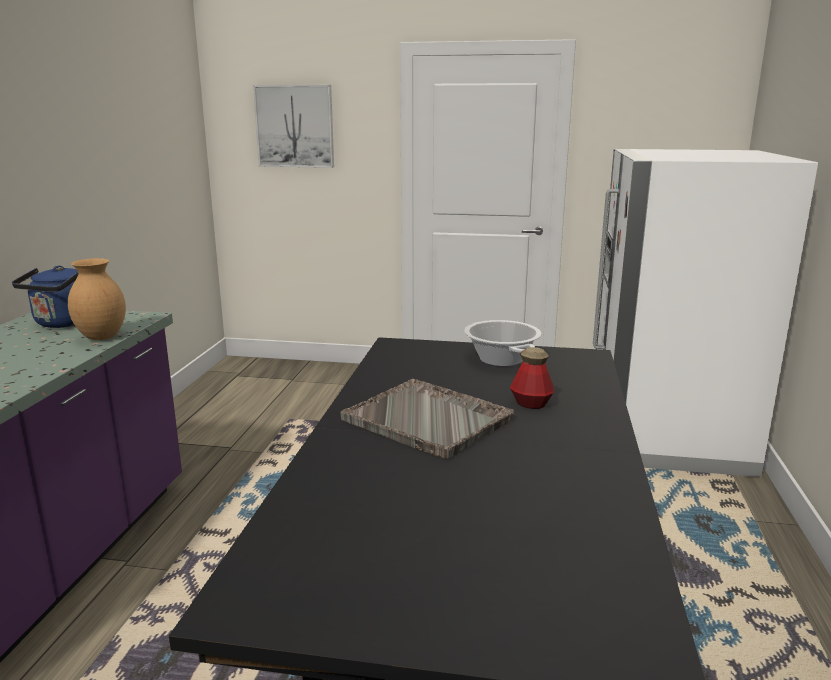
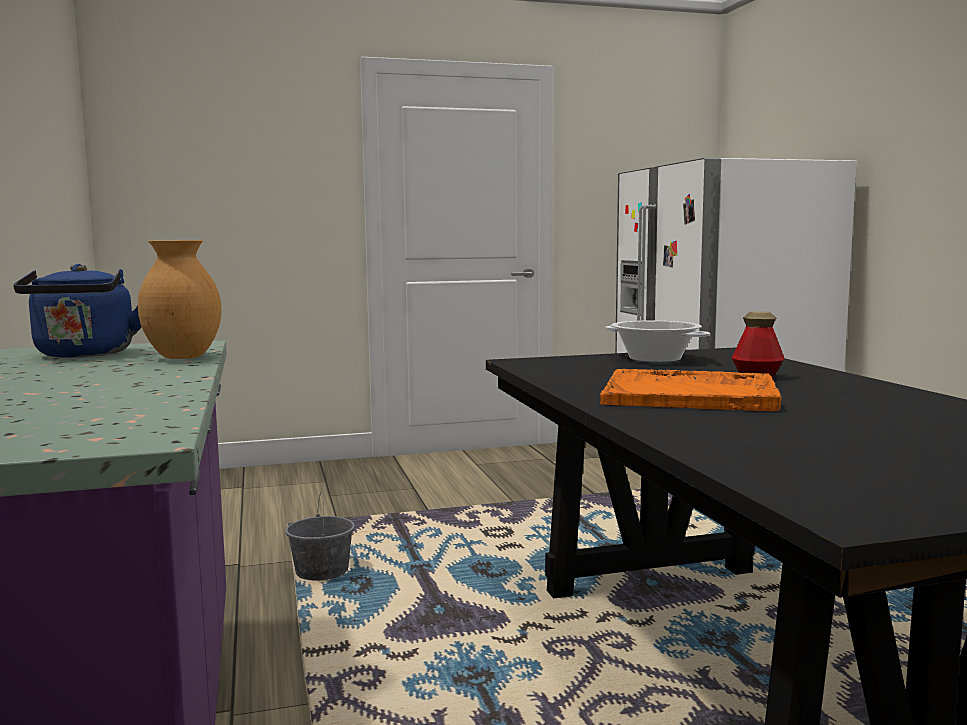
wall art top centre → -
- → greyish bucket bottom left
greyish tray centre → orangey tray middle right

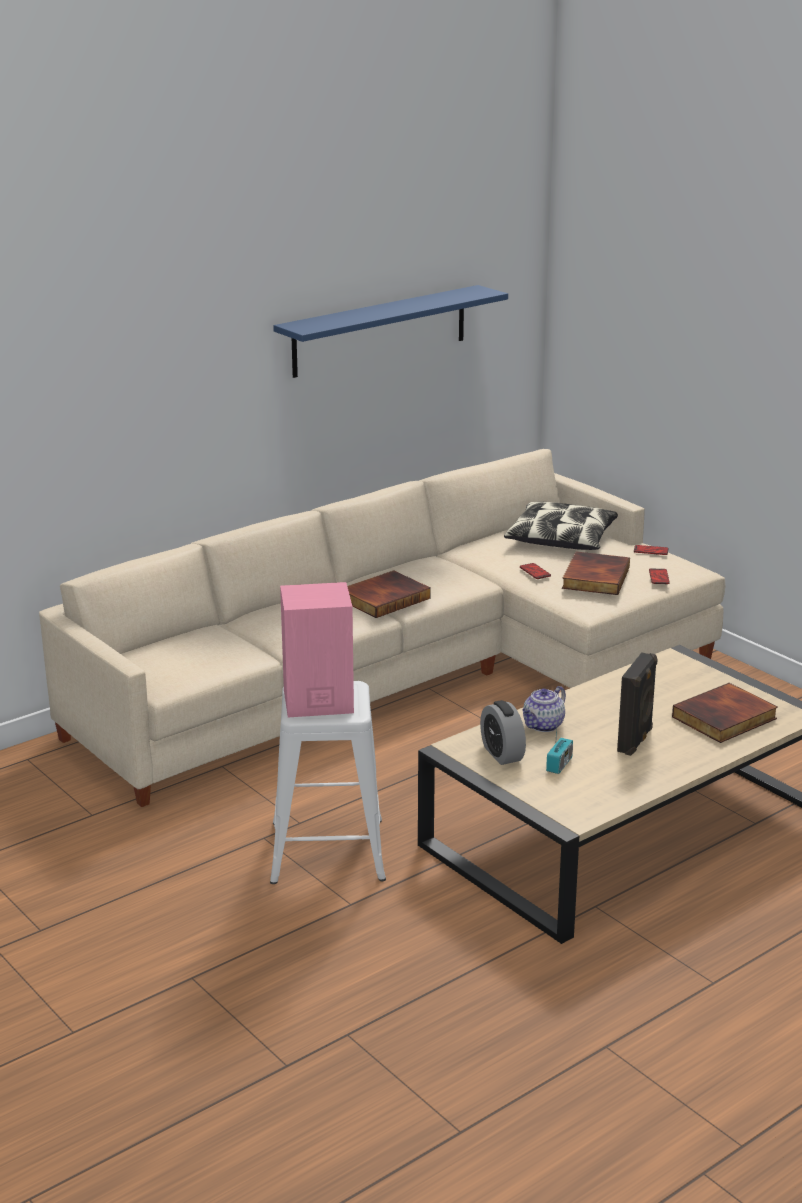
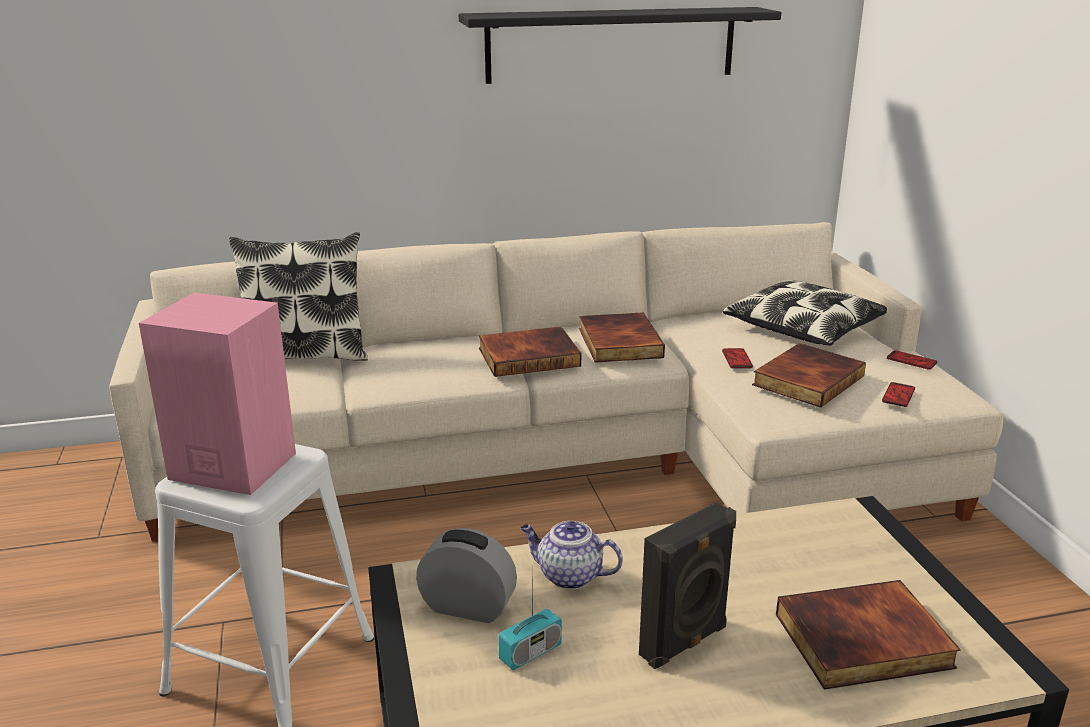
- → cushion (1st from left) middle left
- → volume (2nd from left) centre
blue bracket shelf top centre → black bracket shelf top centre
bedside clock centre → bedside clock bottom centre, 105 degrees clockwise
teapot middle right → teapot bottom centre, 45 degrees clockwise

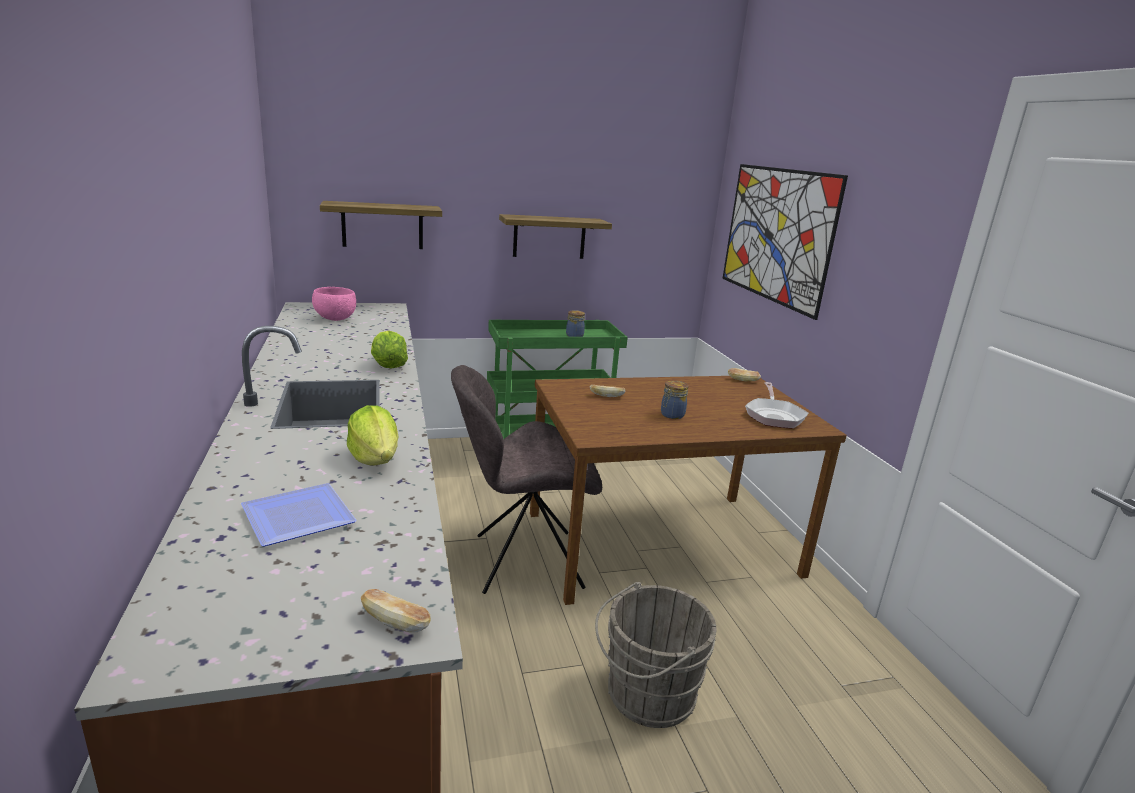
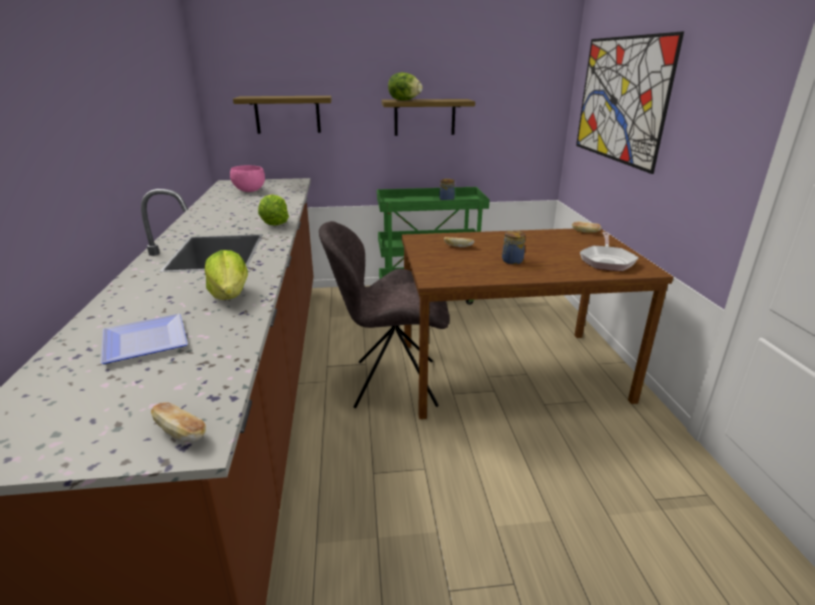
greyish bucket bottom centre → -
- → lettuce head (3rd from left) top centre

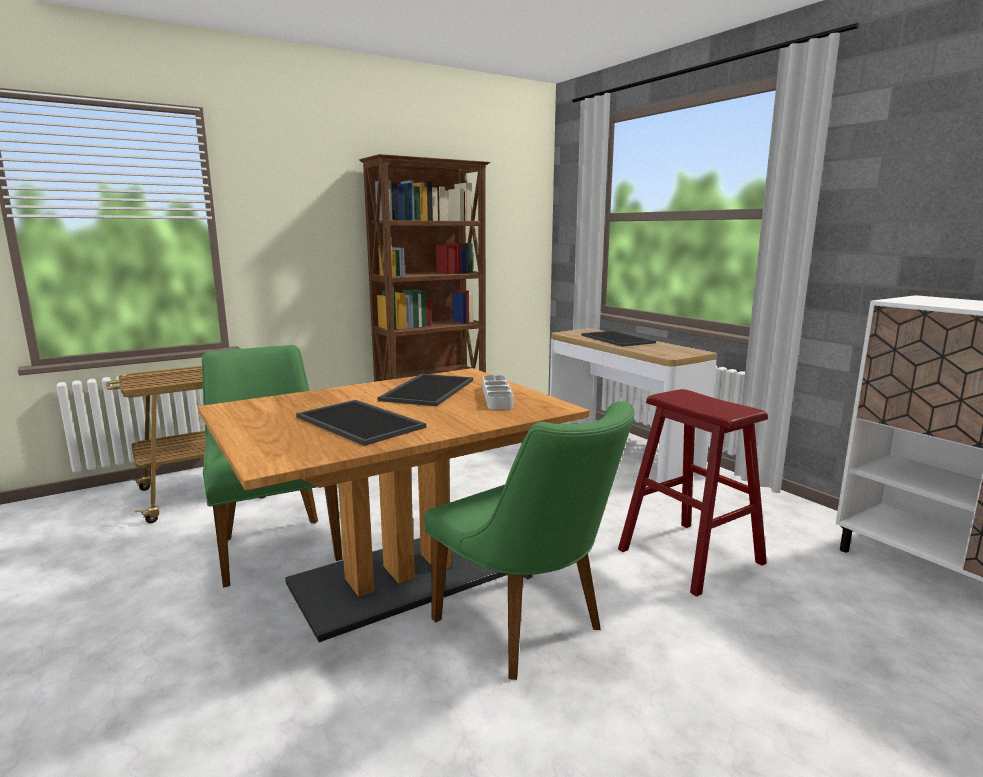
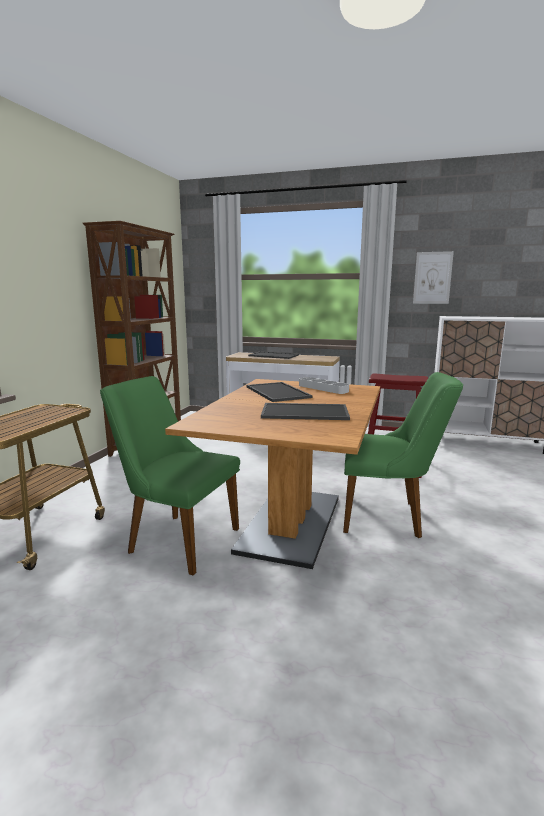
- → wall art middle right

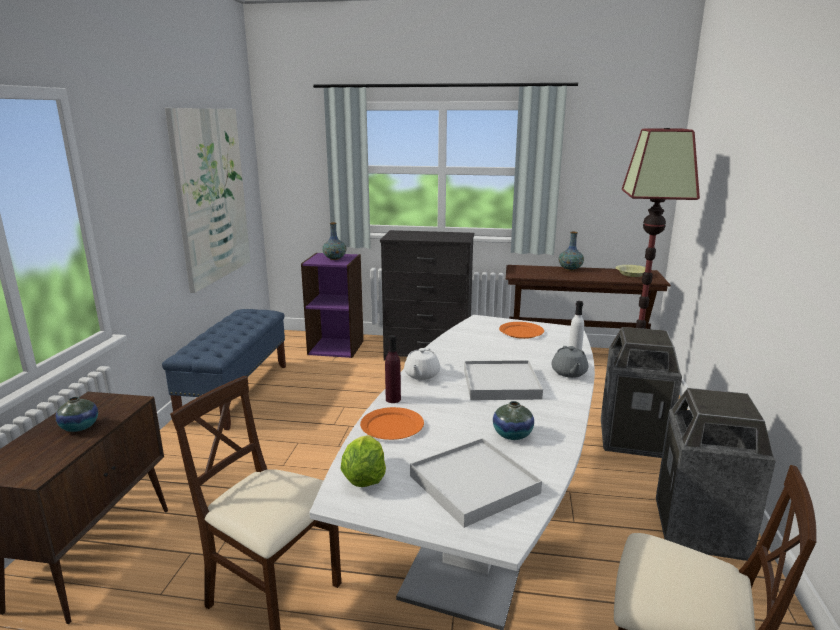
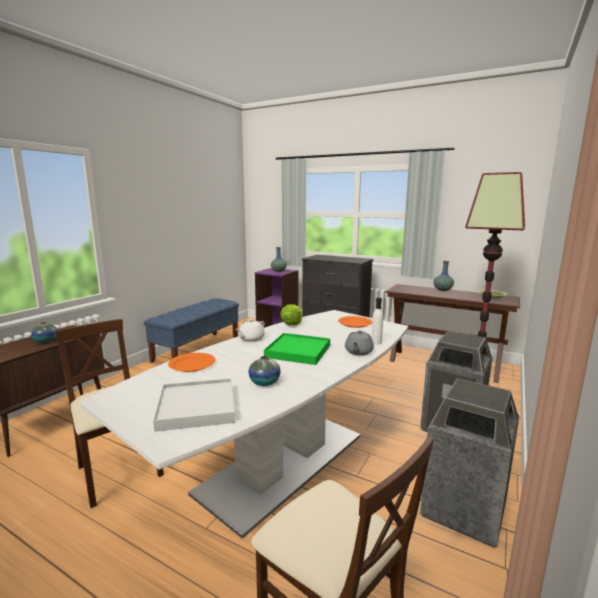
wall art top left → -
purple bottle centre → -
lettuce head bottom centre → lettuce head centre, move
white-coloured tray (2nd from left) centre → greenish tray centre

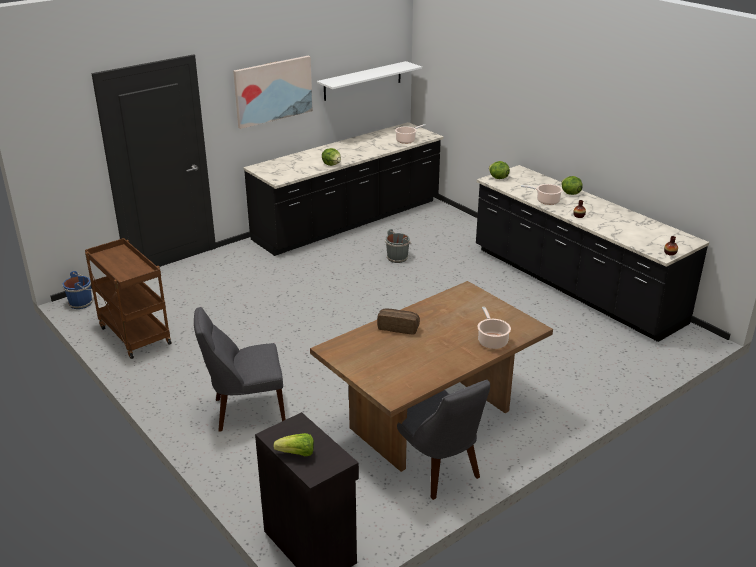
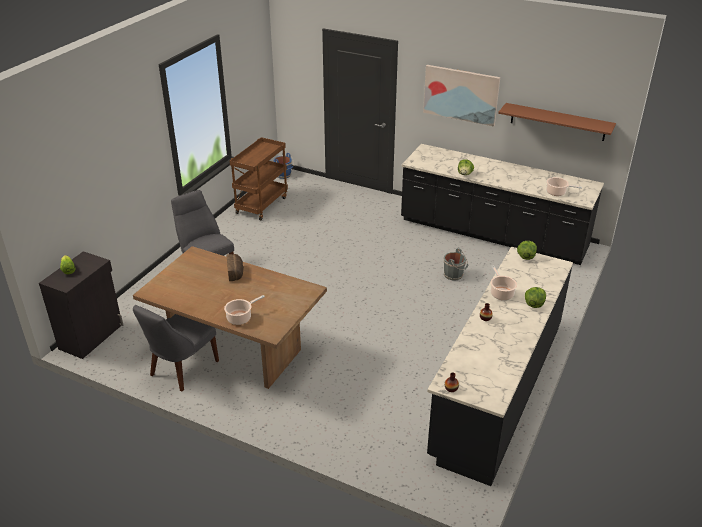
white-coloured bracket shelf top centre → brown bracket shelf top right

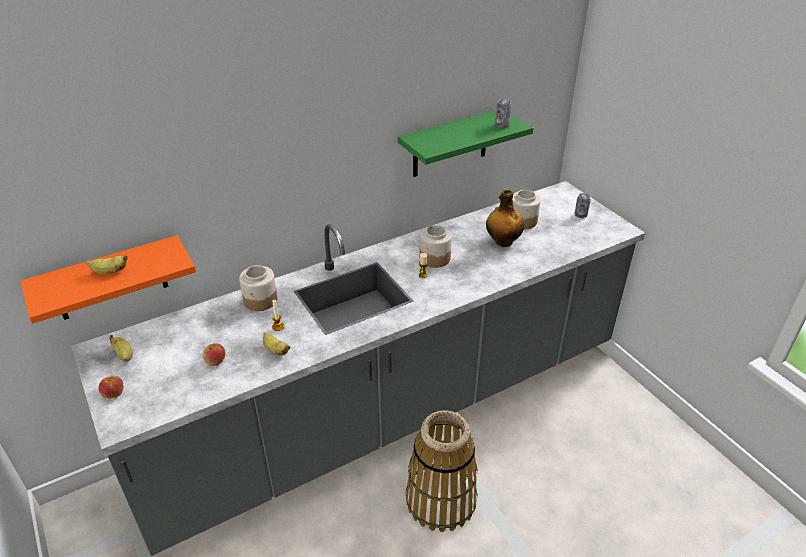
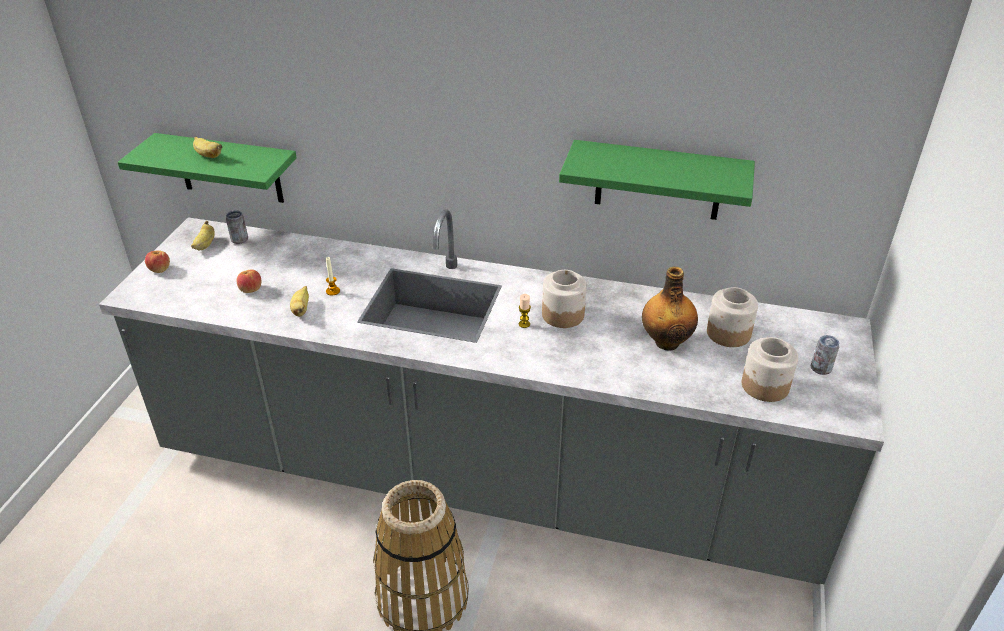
preserve jar (1st from left in the first image) middle left → preserve jar (3rd from left) middle right, move
sealed can (1st from left) top centre → sealed can (1st from left) middle left, move
orangey bracket shelf middle left → greenish bracket shelf (1st from left) top left

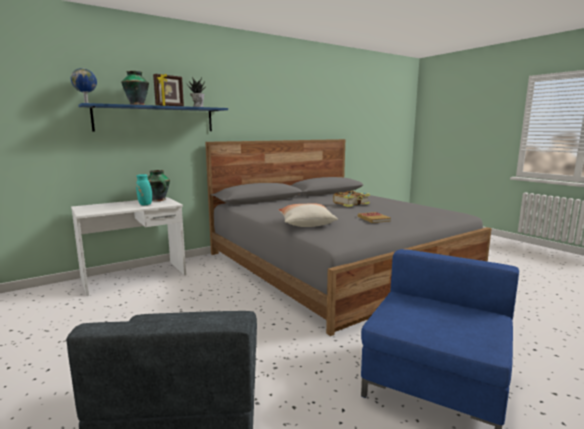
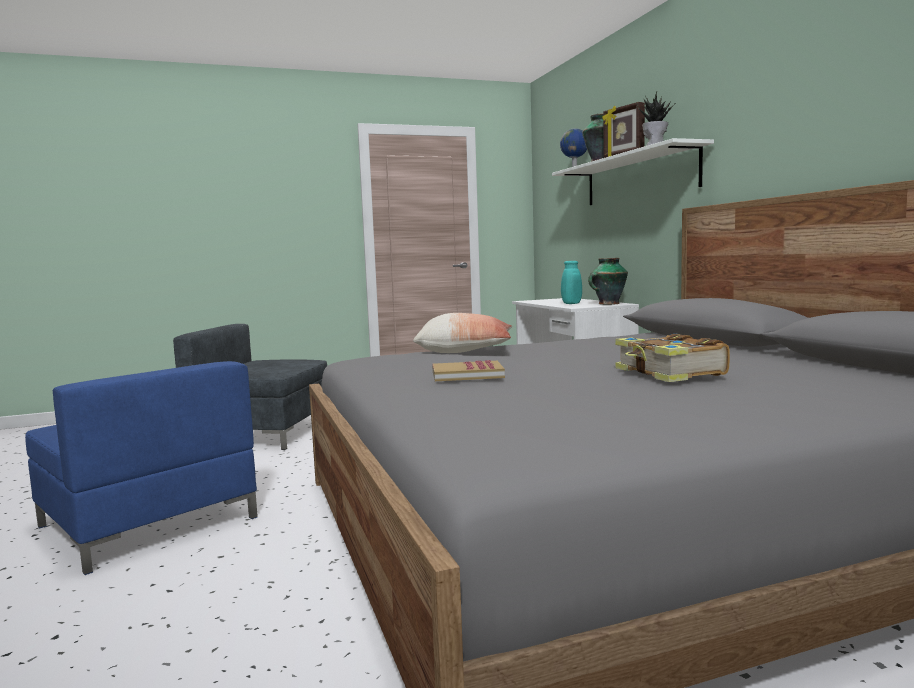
blue bracket shelf top left → white-coloured bracket shelf top right

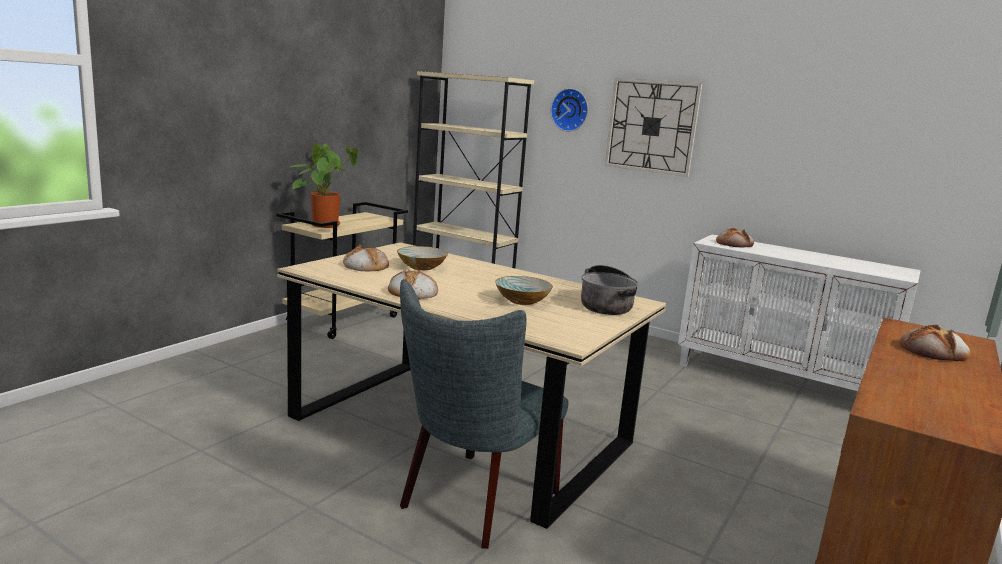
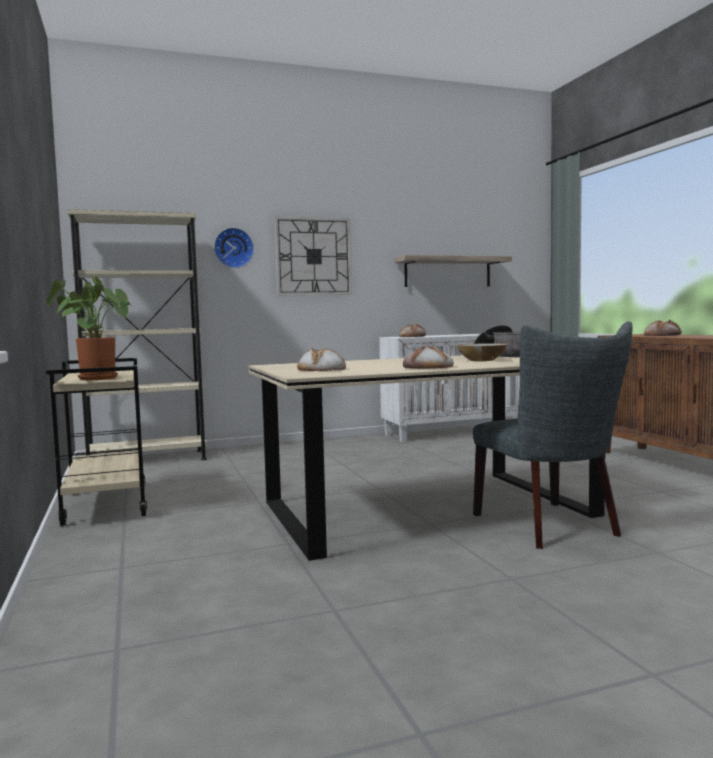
serving bowl (1st from left) centre → -
- → bracket shelf centre

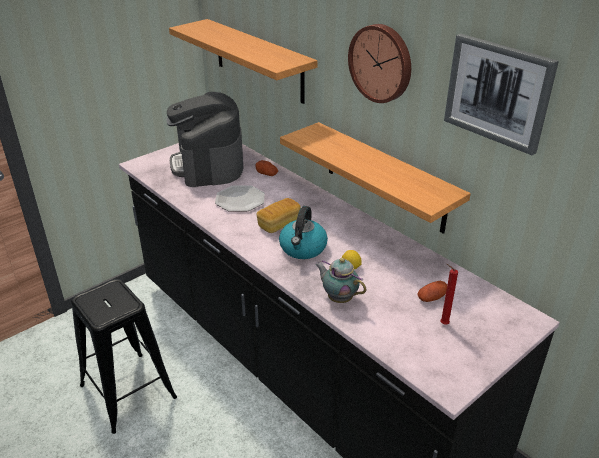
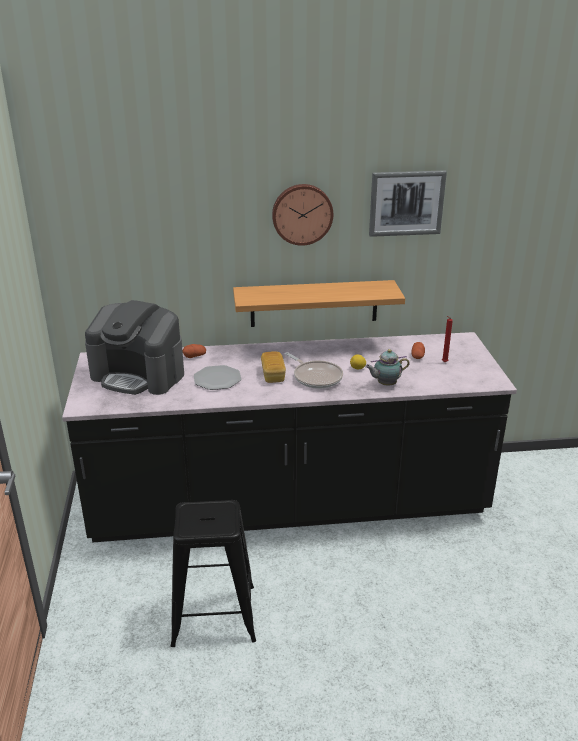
bracket shelf (1st from left) top centre → -
kettle centre → pan centre

